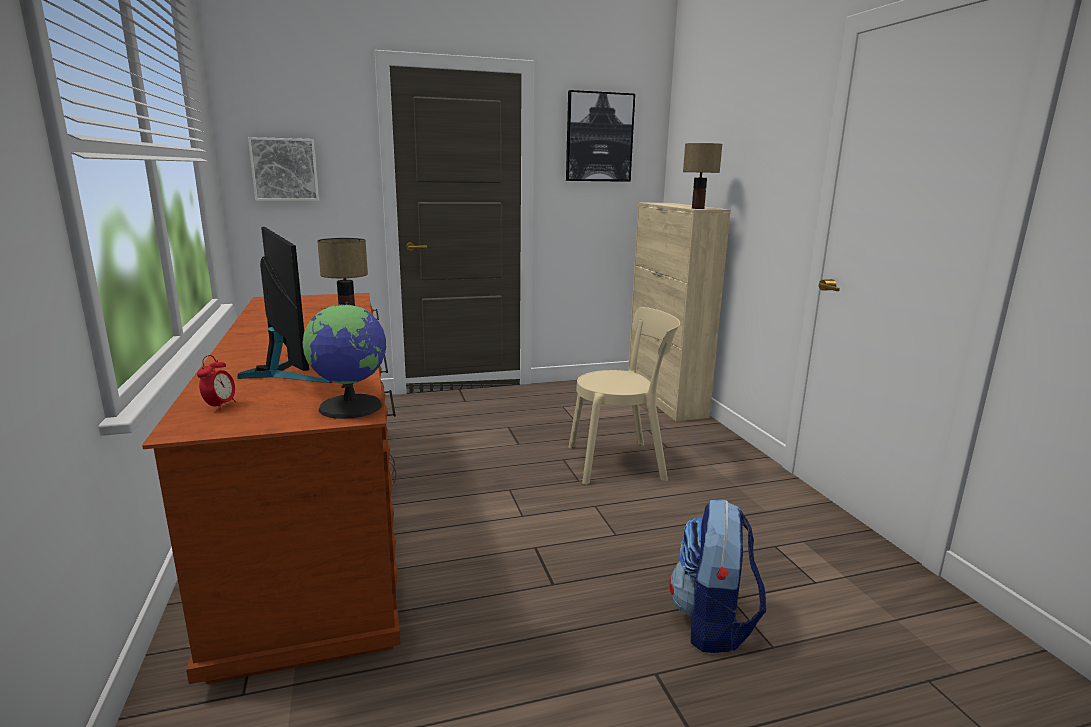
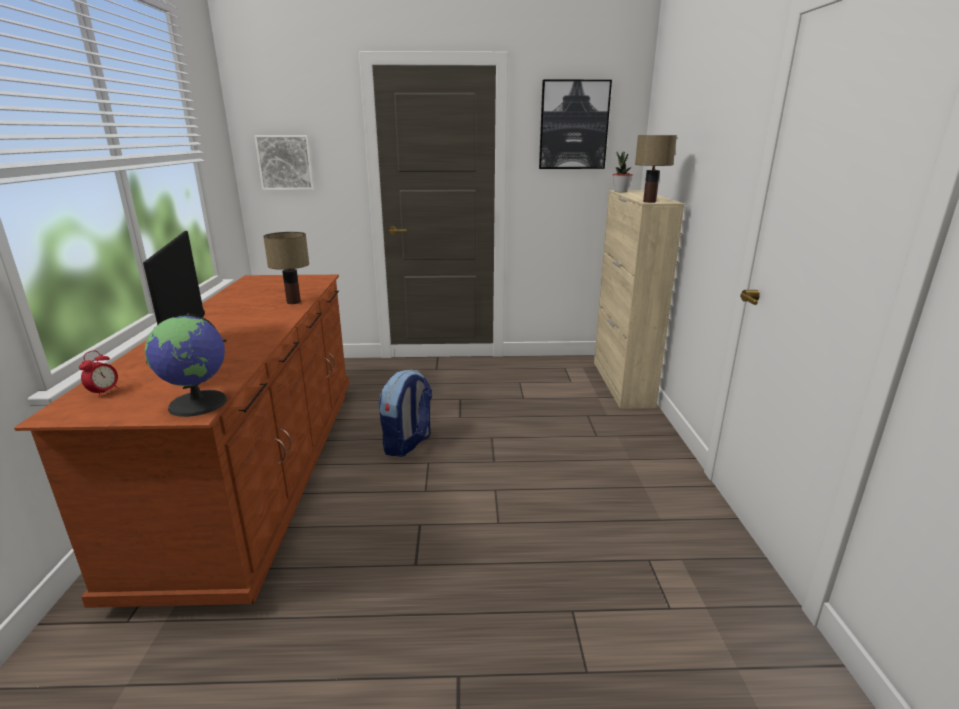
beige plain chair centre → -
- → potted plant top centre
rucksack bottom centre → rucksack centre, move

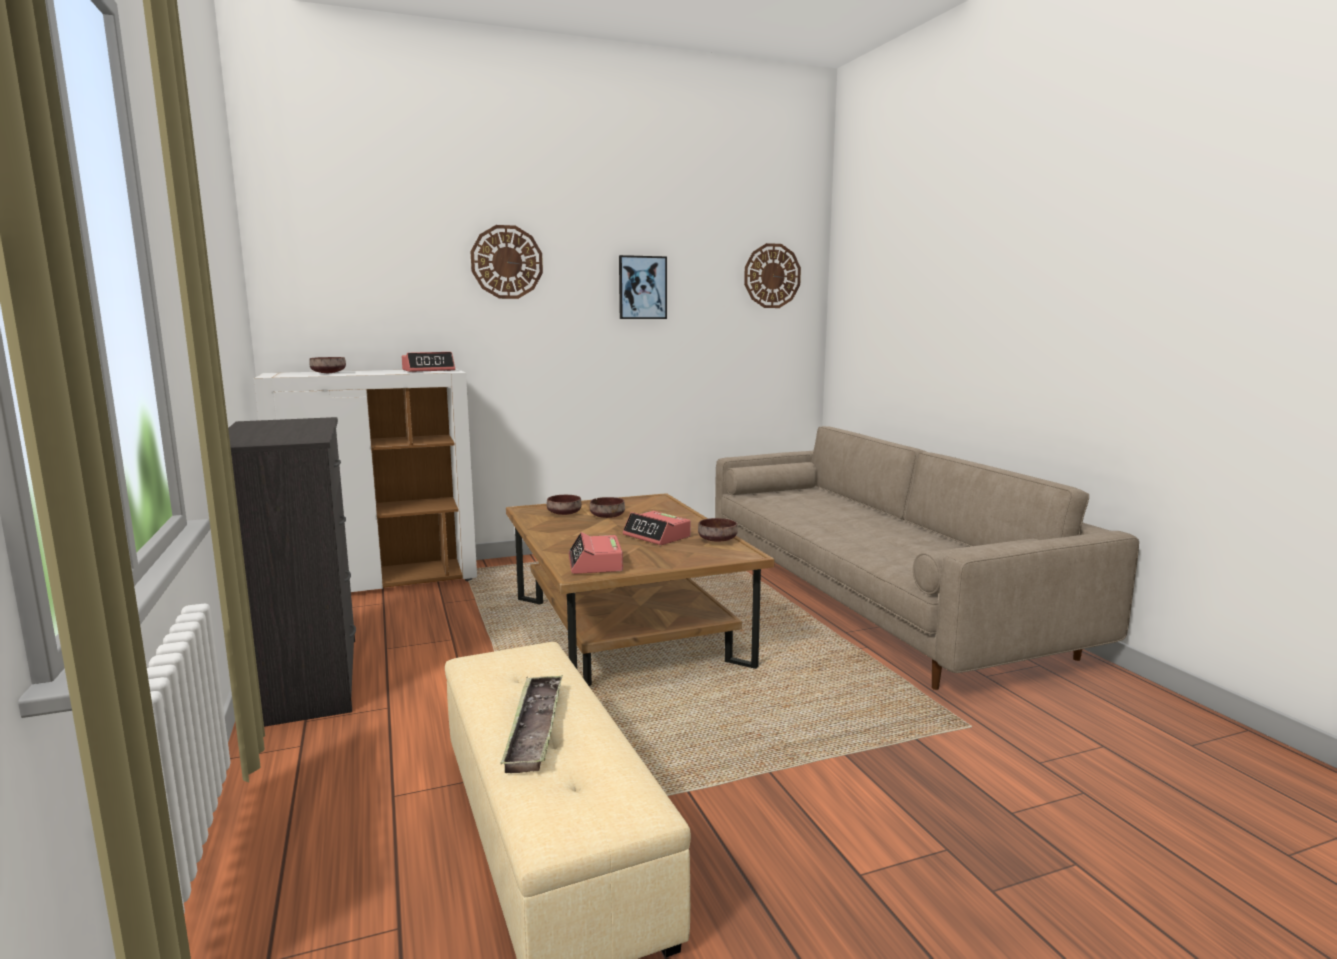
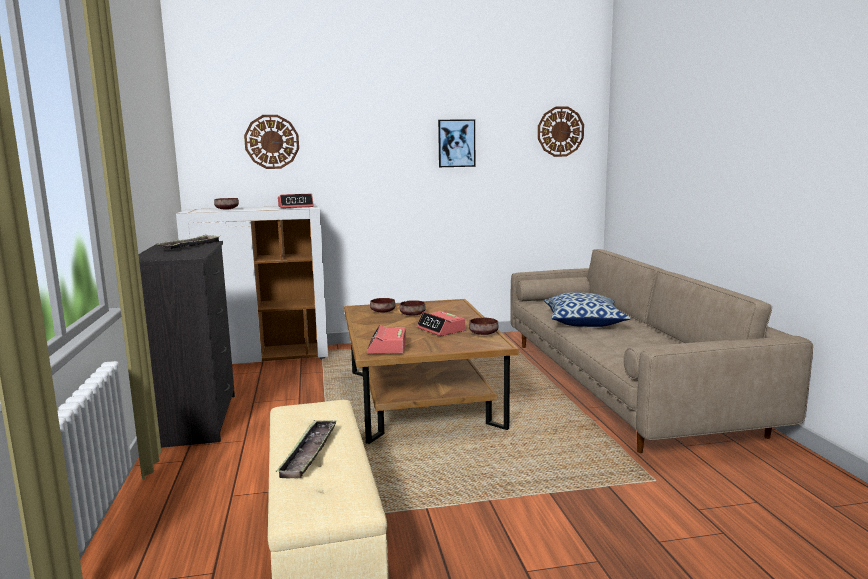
- → tray (1st from left) middle left
- → cushion middle right
wall clock (1st from left) top centre → wall clock (1st from left) top left, move

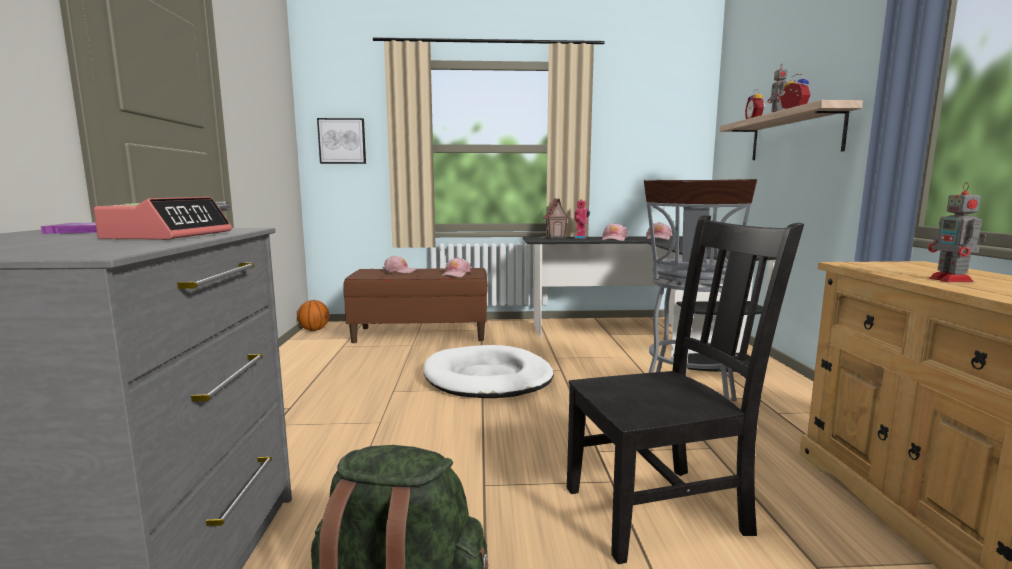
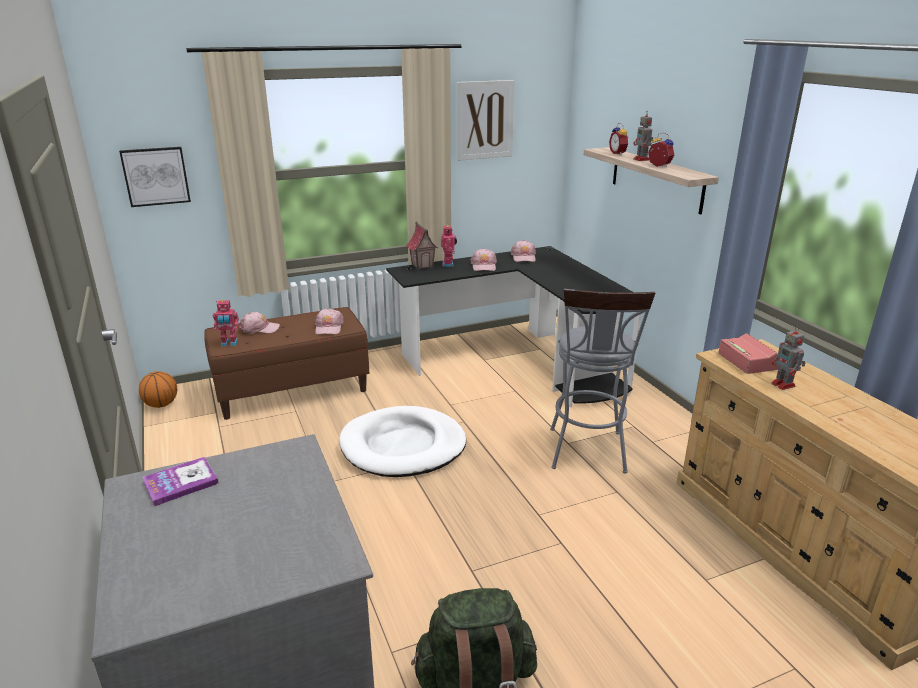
black plain chair bottom right → -
- → model robot (1st from left) middle left
- → wall art (2nd from left) top centre
bedside clock (1st from left in the first image) middle left → bedside clock (3rd from left) middle right, move

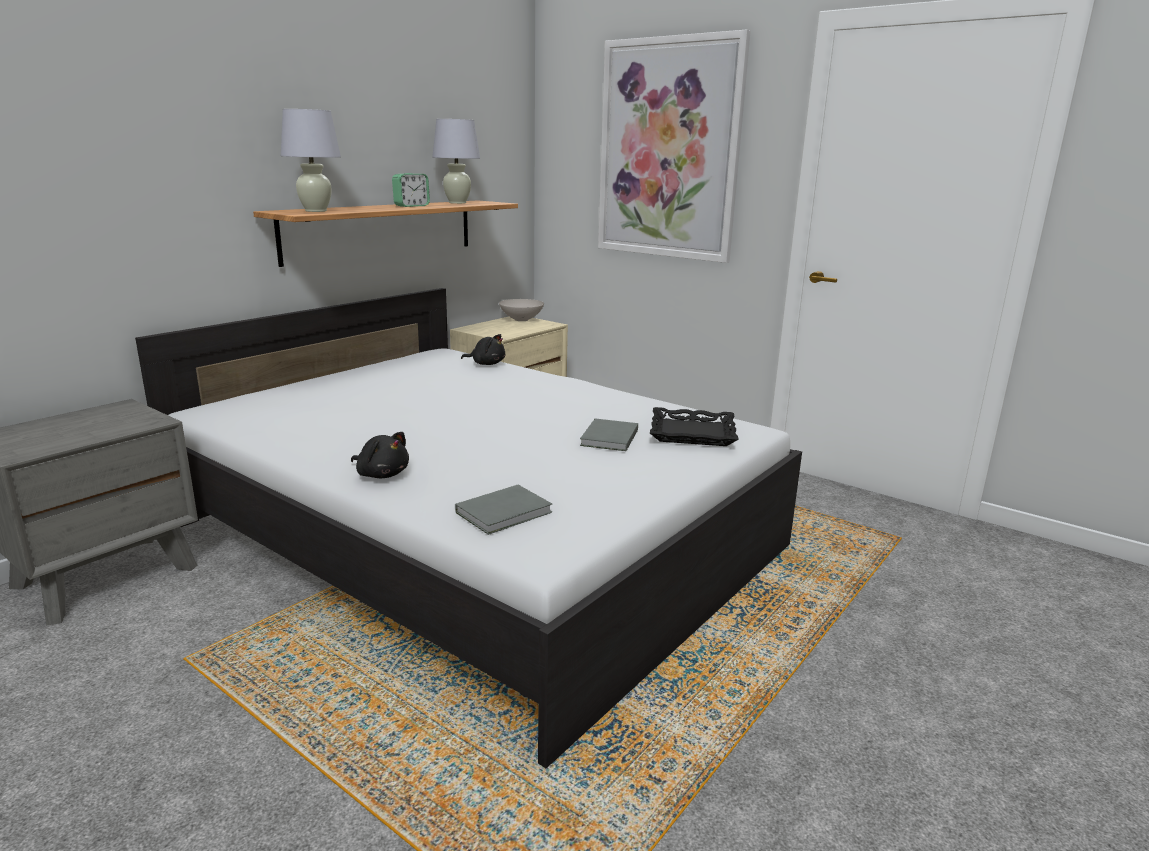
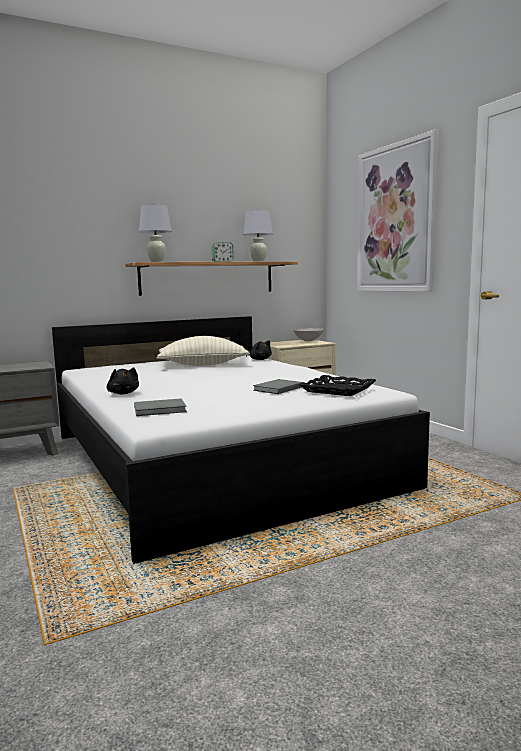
- → beige cushion centre

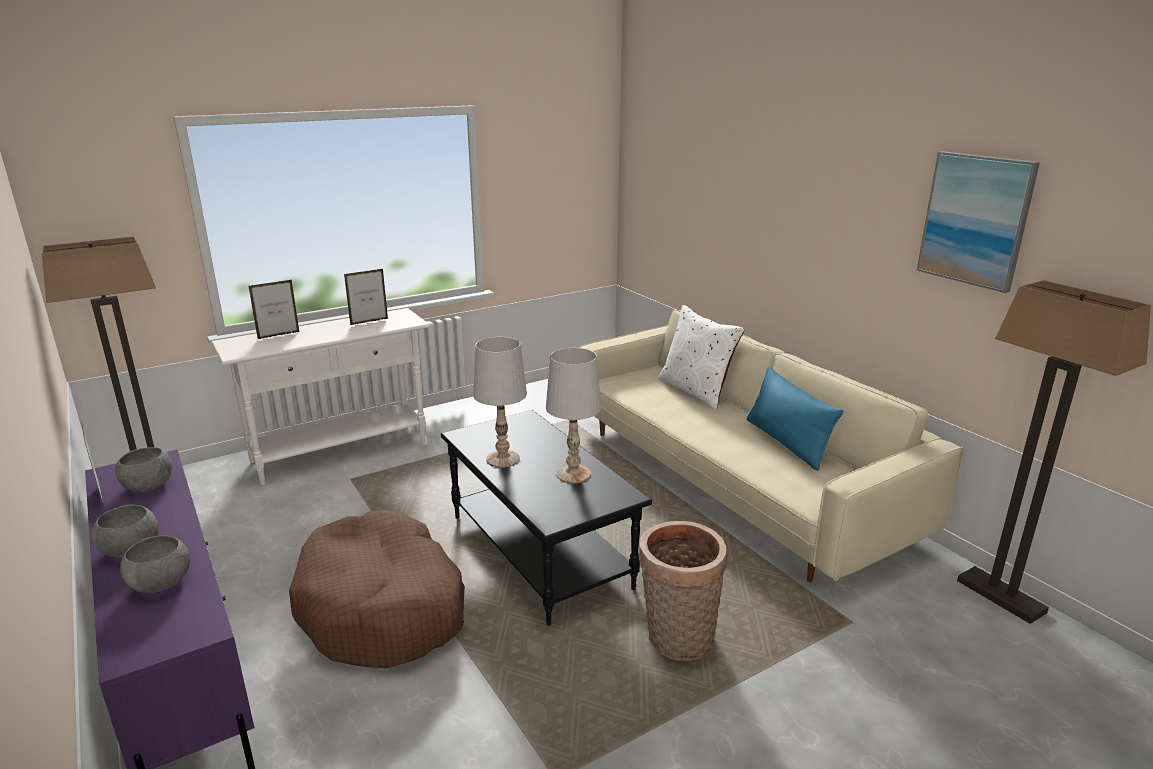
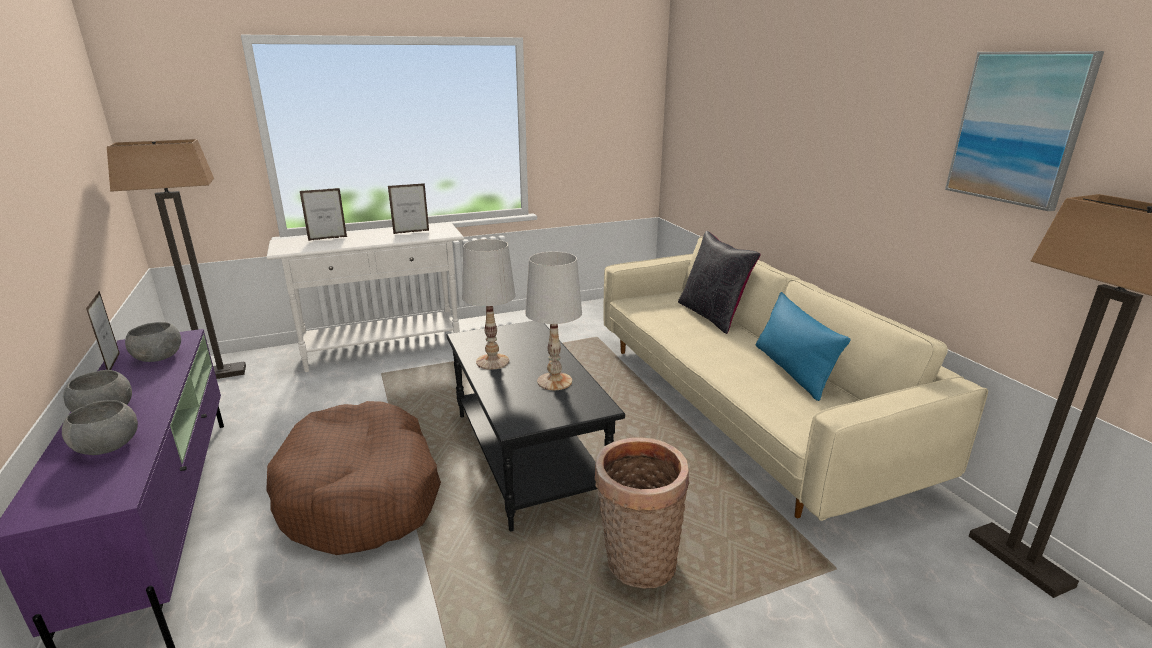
white-coloured cushion centre → black cushion centre

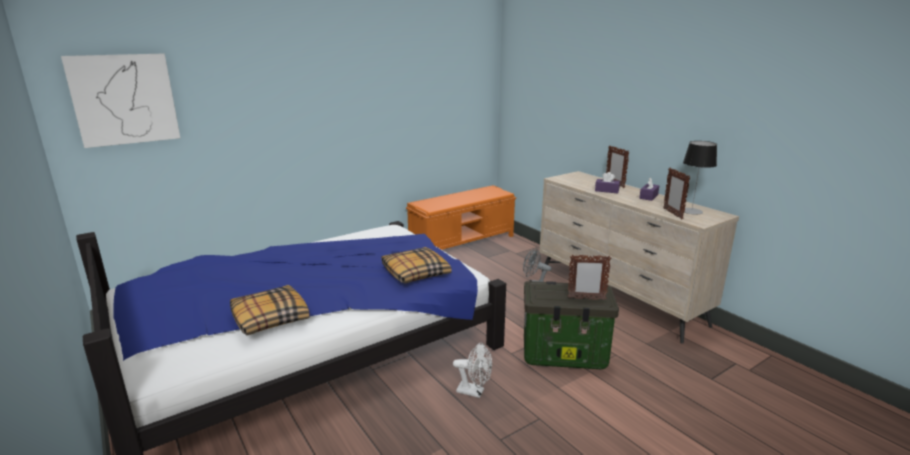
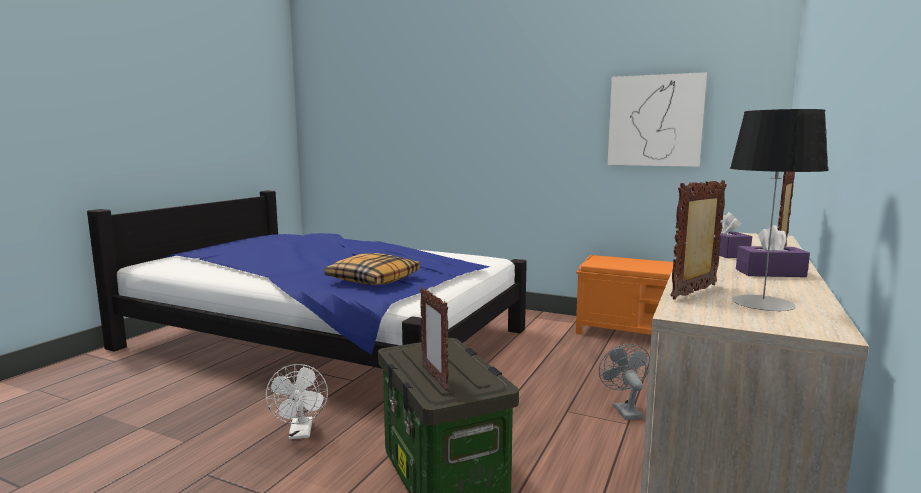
cushion (1st from left) bottom left → -
wall art top left → wall art top right, move

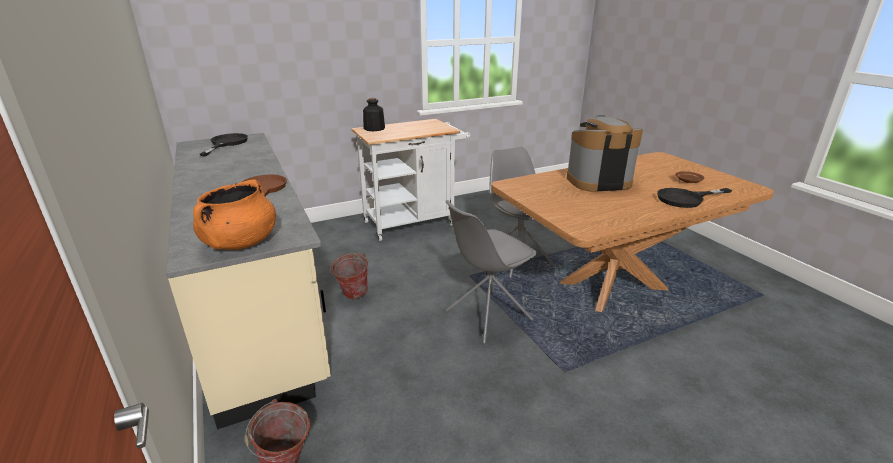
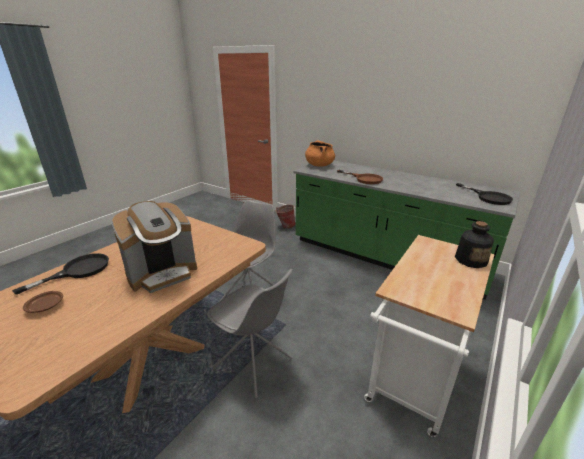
bucket (2nd from left) centre → -
beige counter middle left → greenish counter middle right

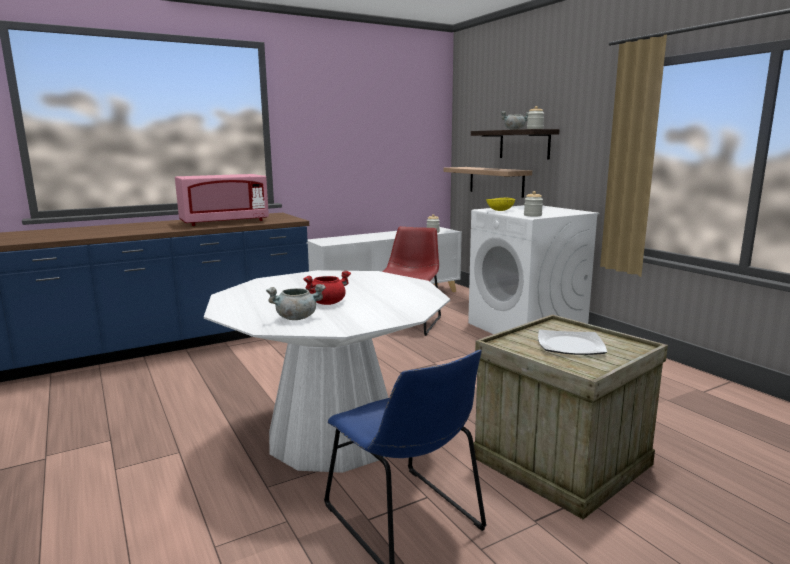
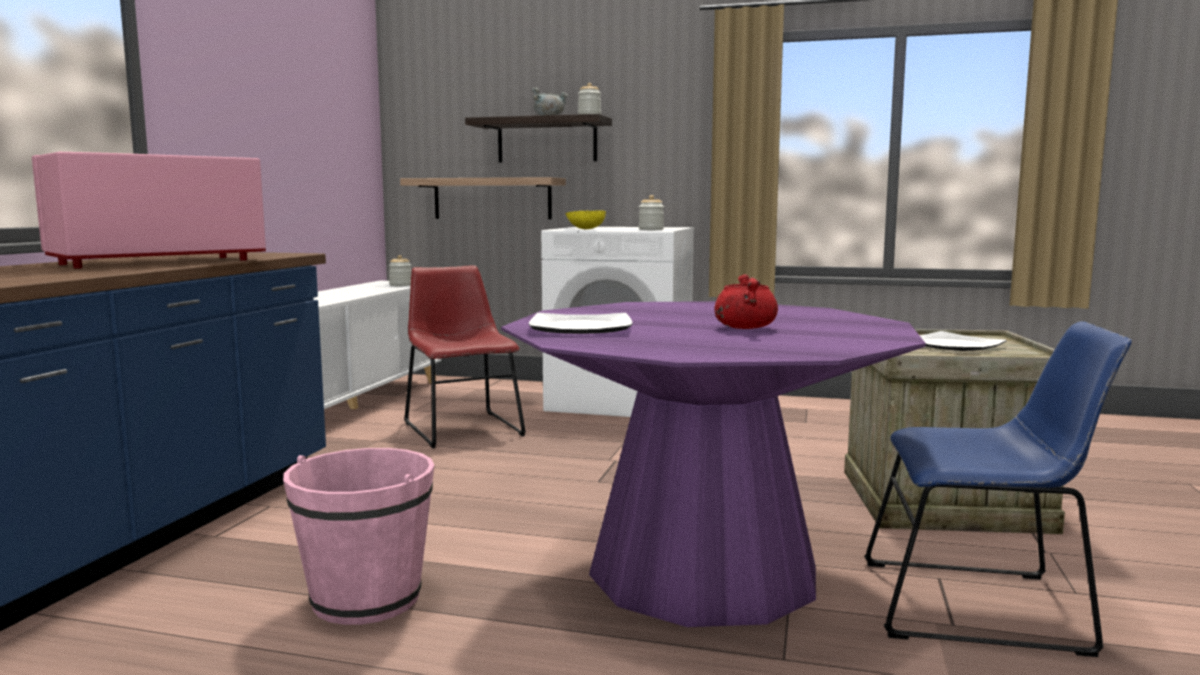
greyish stockpot (1st from left) centre → -
- → pinkish bucket bottom left
- → plate (1st from left) centre
white-coloured dinner table centre → purple dinner table bottom centre
pinkish microwave middle left → pinkish microwave top left, 150 degrees counterclockwise

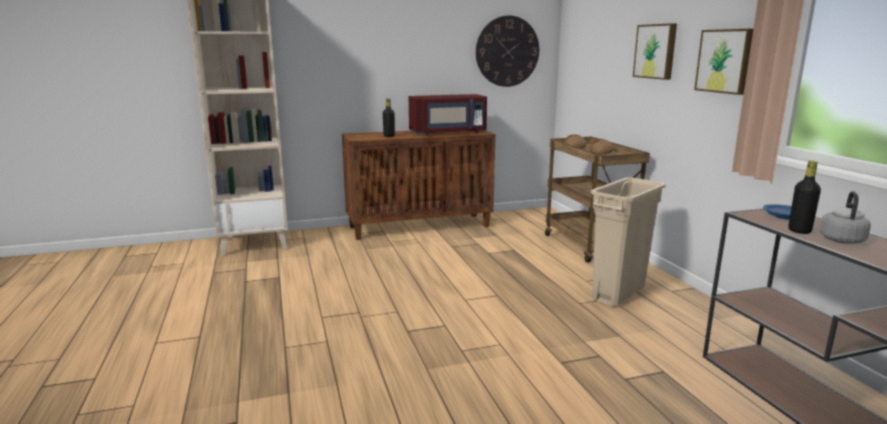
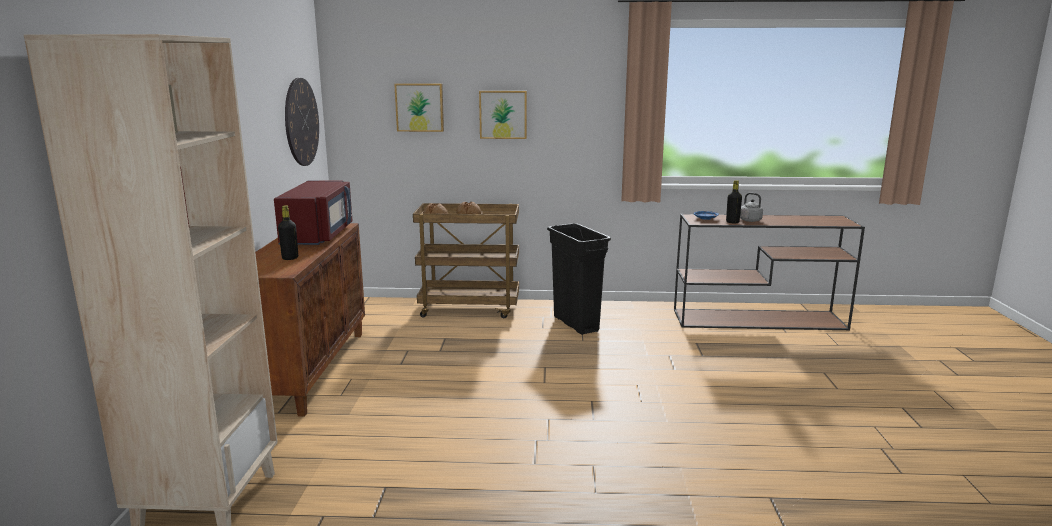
wall art (2nd from left in the first image) top right → wall art (1st from left) top centre, move
beige rubbish bin middle right → black rubbish bin centre

